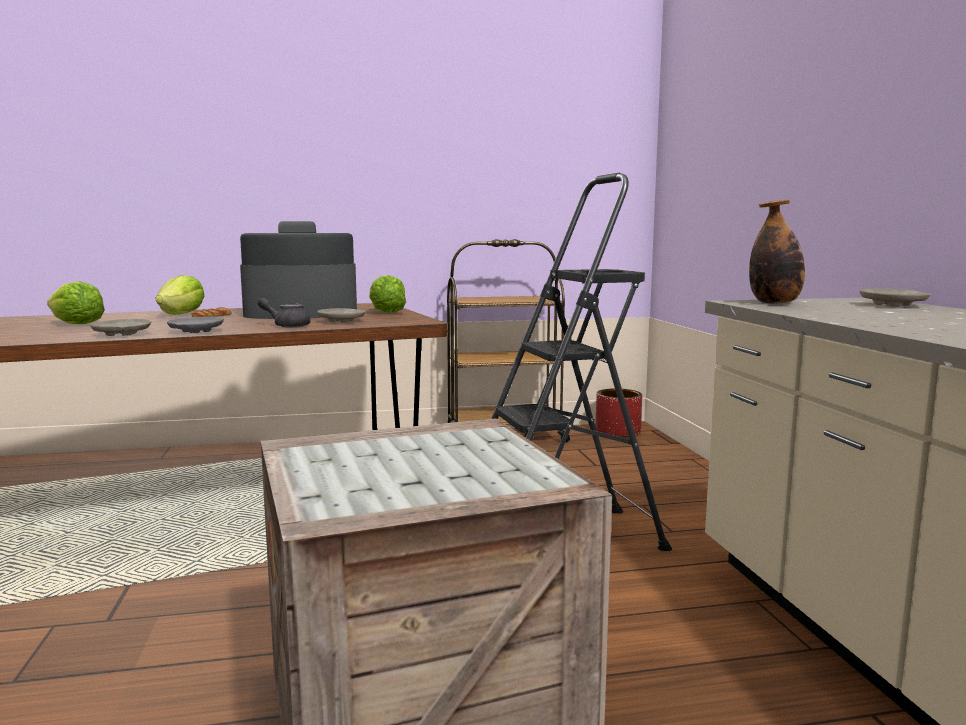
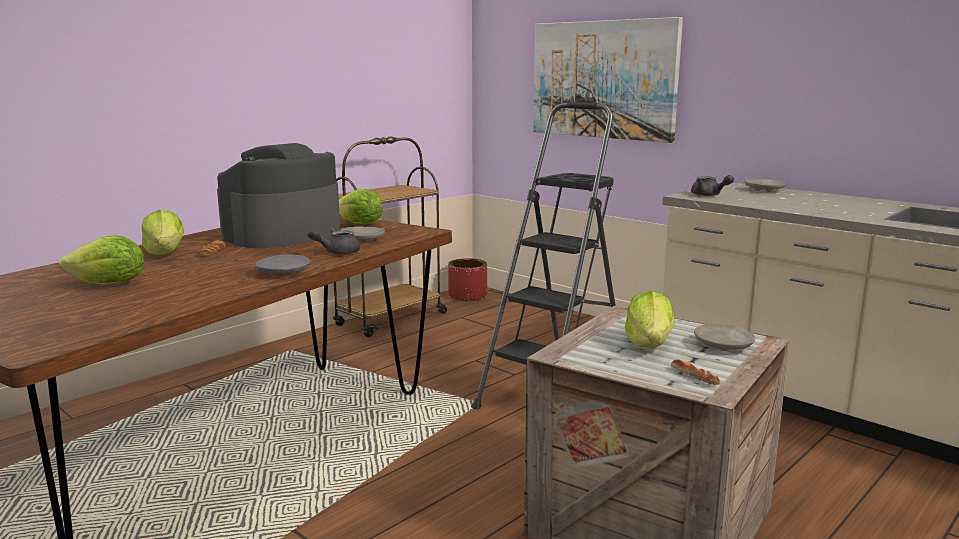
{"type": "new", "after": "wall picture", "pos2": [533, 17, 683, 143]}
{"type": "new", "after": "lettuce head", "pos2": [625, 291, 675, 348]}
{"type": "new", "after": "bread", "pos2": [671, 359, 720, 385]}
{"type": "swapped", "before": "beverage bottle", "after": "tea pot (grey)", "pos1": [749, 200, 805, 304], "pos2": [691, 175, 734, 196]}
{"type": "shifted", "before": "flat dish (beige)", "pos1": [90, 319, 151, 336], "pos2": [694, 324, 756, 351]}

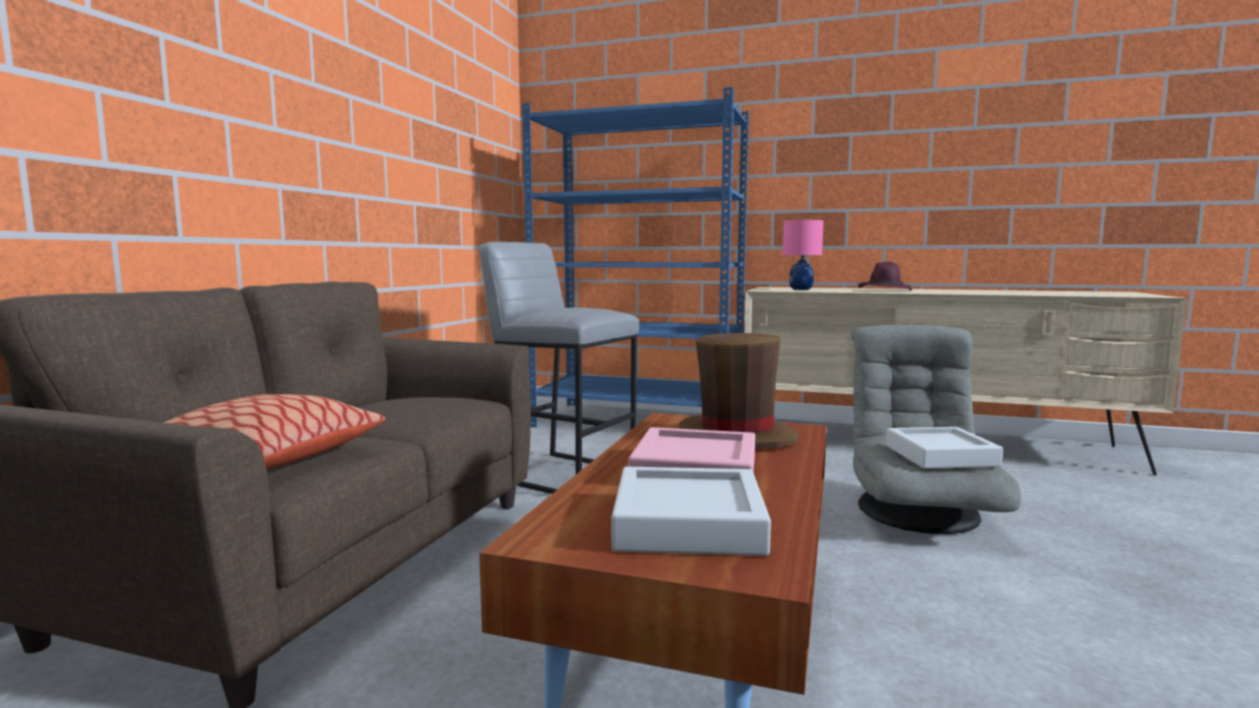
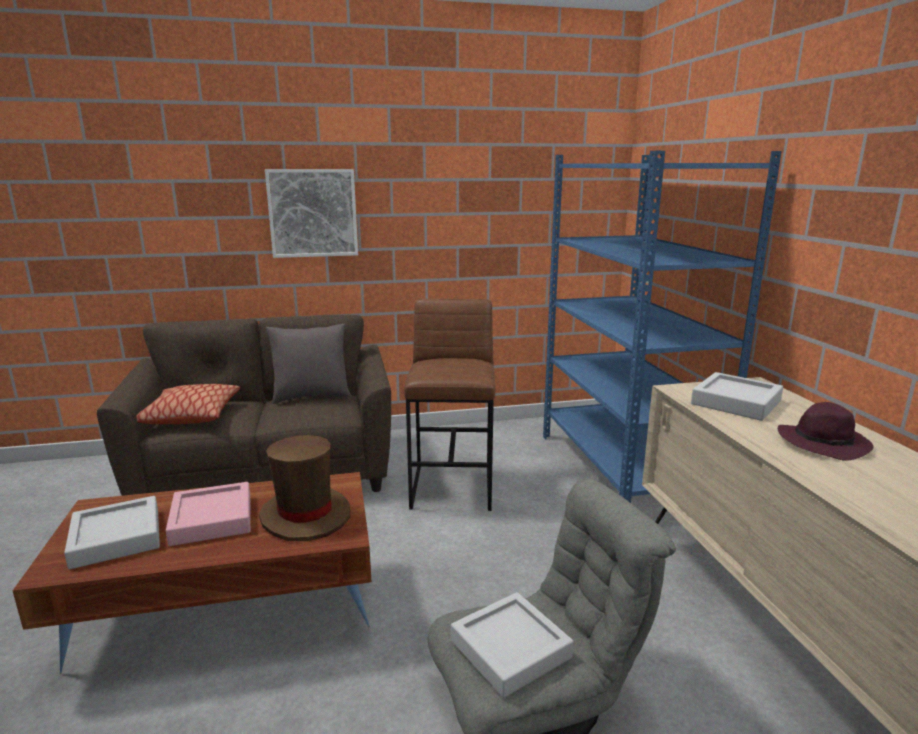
{"type": "new", "after": "wall picture", "pos2": [265, 169, 358, 258]}
{"type": "new", "after": "pillow (grey)", "pos2": [266, 324, 351, 404]}
{"type": "repainted", "before": "sitting stool (grey)", "after": "sitting stool (brownish)", "pos1": [479, 242, 639, 494], "pos2": [404, 299, 496, 511]}
{"type": "swapped", "before": "table lamp (pink)", "after": "tray (grey)", "pos1": [783, 220, 824, 290], "pos2": [691, 372, 783, 421]}

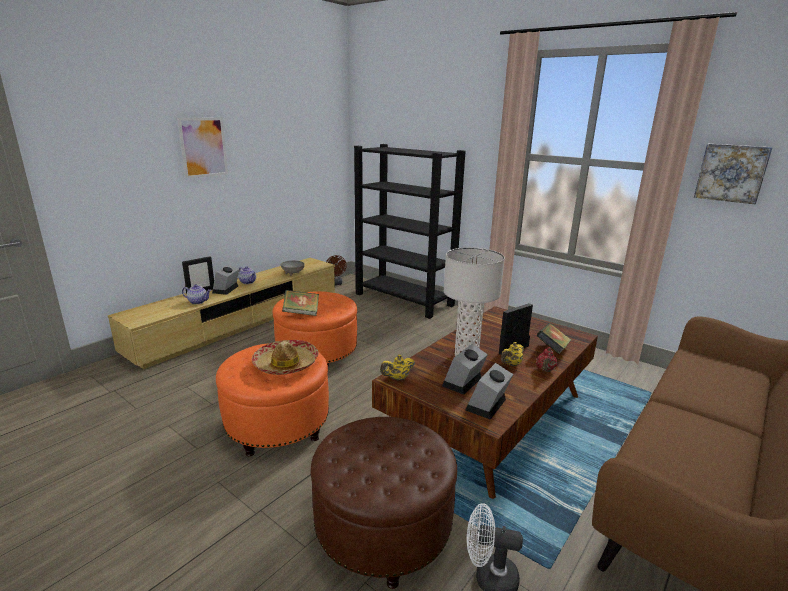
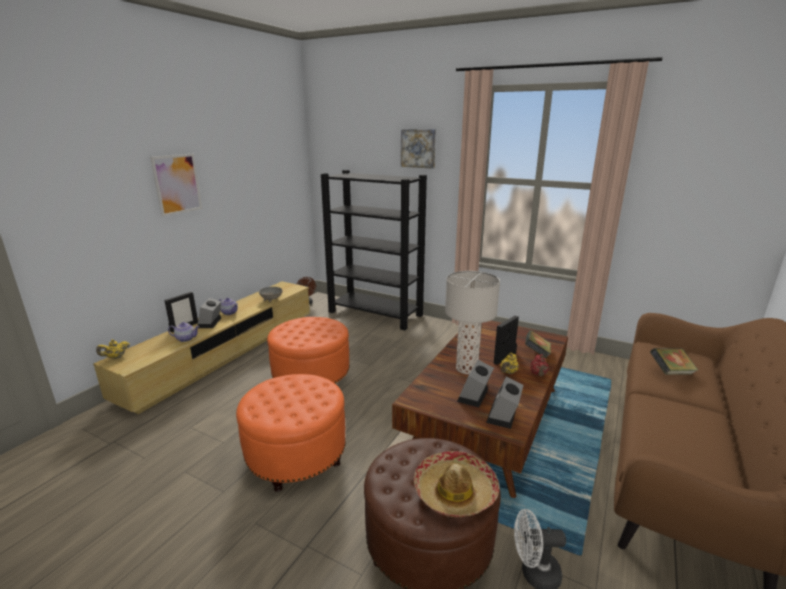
{"type": "shifted", "before": "tea pot (yellowish)", "pos1": [380, 355, 415, 380], "pos2": [96, 339, 130, 359]}
{"type": "shifted", "before": "wall picture", "pos1": [694, 144, 773, 204], "pos2": [401, 129, 436, 169]}
{"type": "shifted", "before": "clothing hat", "pos1": [252, 340, 319, 375], "pos2": [414, 451, 499, 517]}
{"type": "shifted", "before": "book", "pos1": [282, 290, 319, 316], "pos2": [650, 348, 698, 375]}

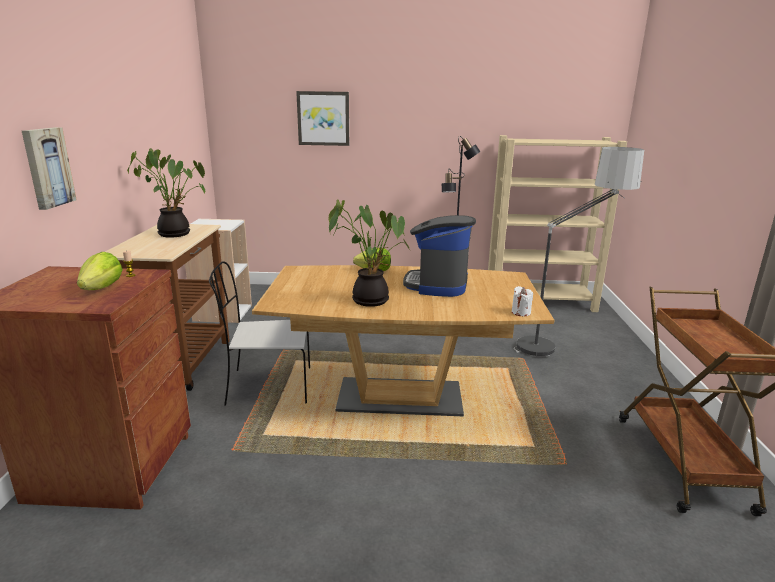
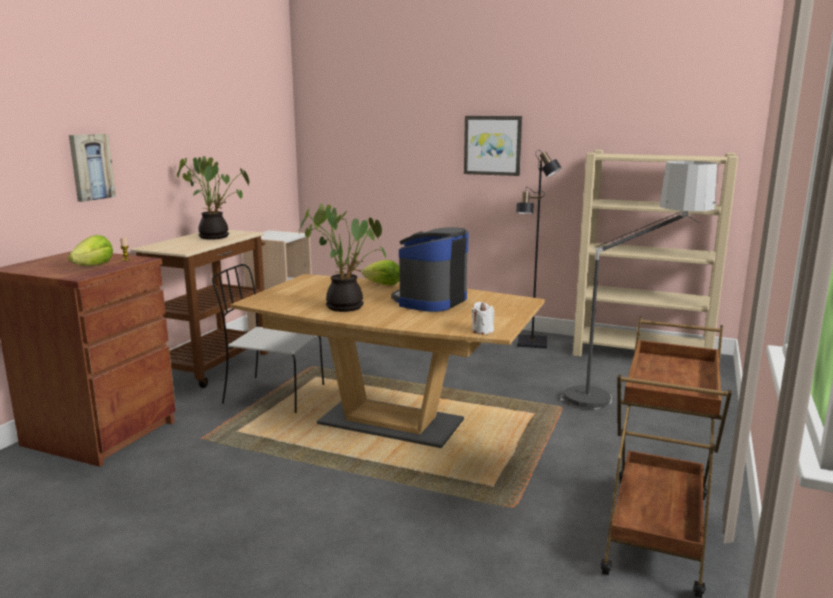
{"type": "shifted", "before": "wall picture", "pos1": [296, 91, 349, 146], "pos2": [464, 116, 522, 176]}

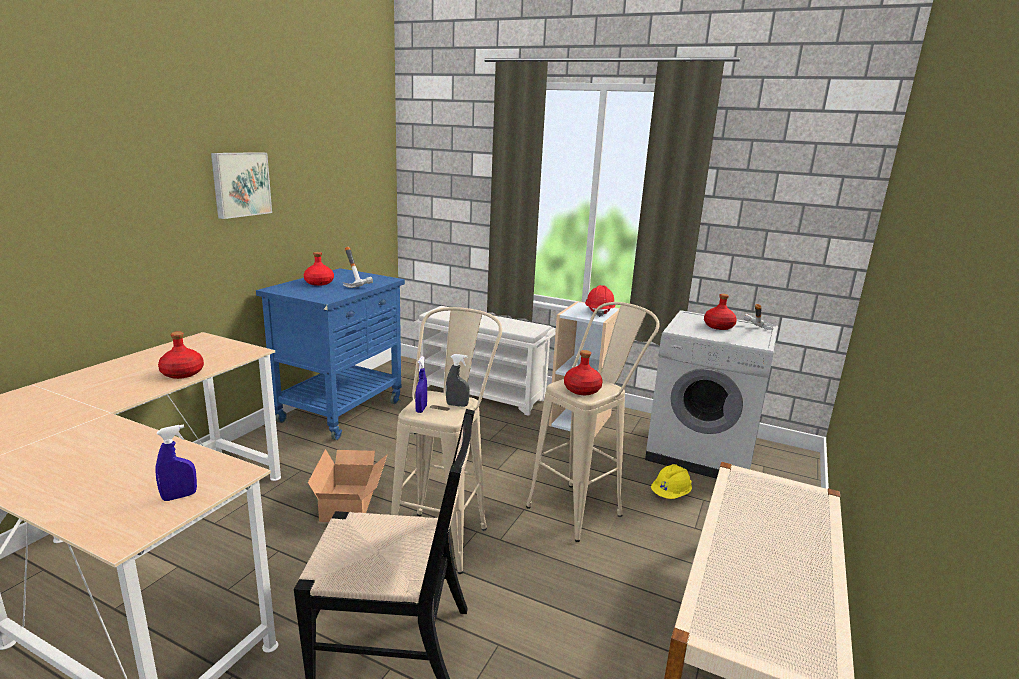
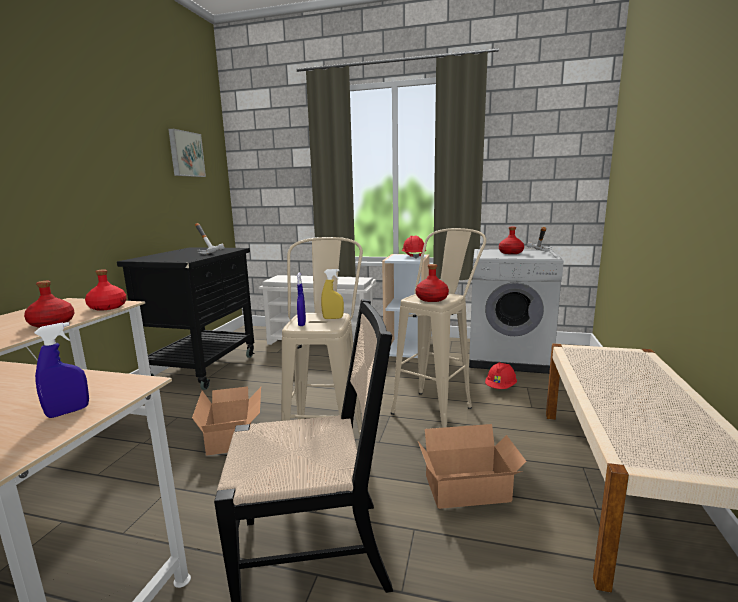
{"type": "shifted", "before": "beverage bottle (reddish)", "pos1": [304, 252, 334, 286], "pos2": [85, 269, 127, 311]}
{"type": "repainted", "before": "cart (bluish)", "after": "cart (black)", "pos1": [256, 268, 405, 440], "pos2": [117, 247, 255, 390]}
{"type": "shifted", "before": "wall picture", "pos1": [211, 152, 272, 219], "pos2": [168, 129, 206, 177]}
{"type": "repainted", "before": "spray bottle (grey)", "after": "spray bottle (yellowish)", "pos1": [446, 354, 470, 407], "pos2": [321, 269, 344, 319]}
{"type": "new", "after": "carton", "pos2": [418, 424, 527, 509]}
{"type": "repainted", "before": "work helmet (yellowish)", "after": "work helmet (reddish)", "pos1": [651, 464, 692, 499], "pos2": [485, 362, 517, 389]}

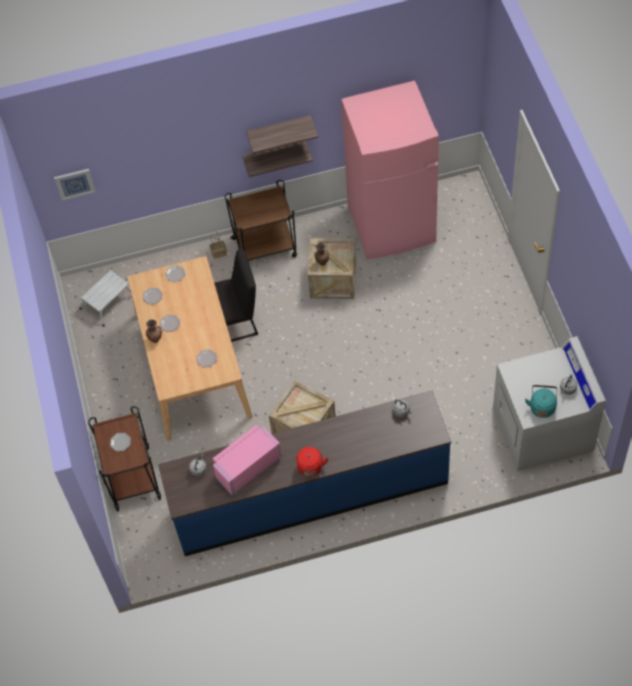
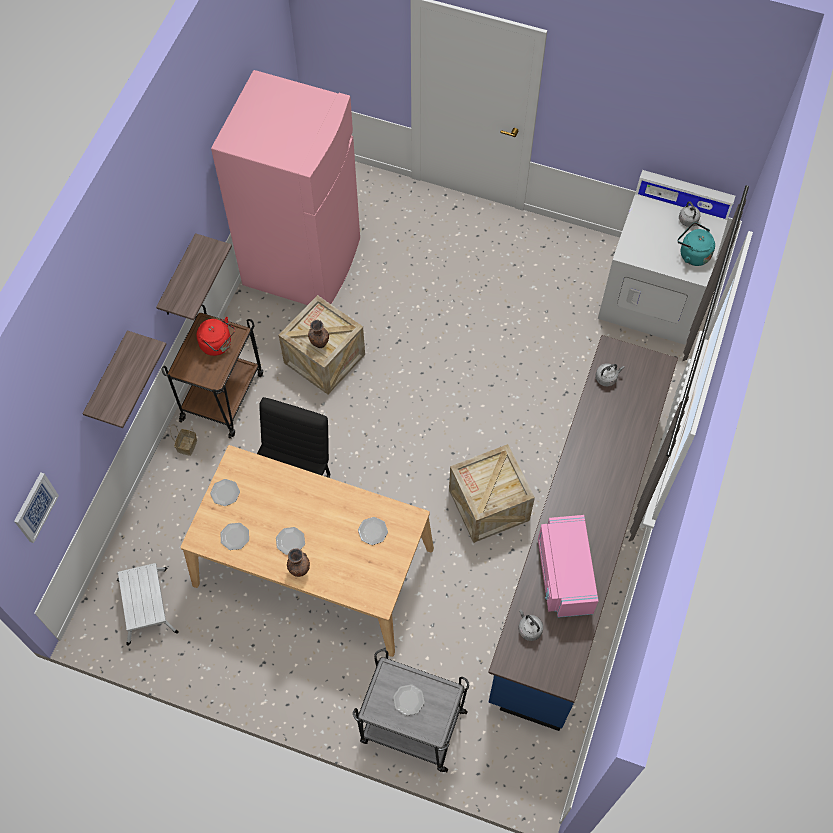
{"type": "shifted", "before": "bracket shelf", "pos1": [246, 115, 318, 154], "pos2": [82, 330, 167, 428]}
{"type": "shifted", "before": "water kettle (reddish)", "pos1": [296, 447, 329, 476], "pos2": [196, 317, 235, 356]}
{"type": "repainted", "before": "cart (brownish)", "after": "cart (grey)", "pos1": [88, 406, 161, 512], "pos2": [353, 649, 469, 772]}

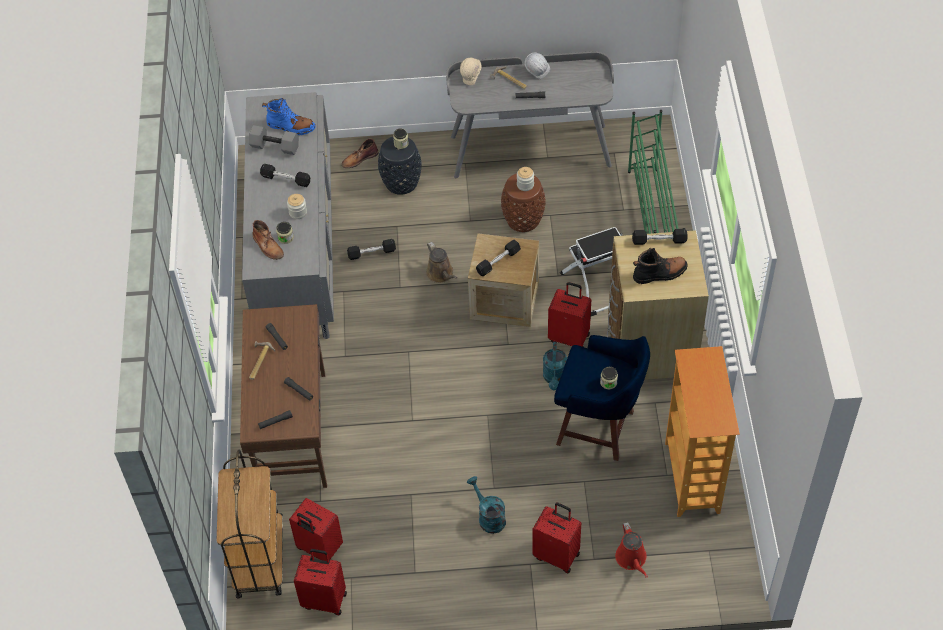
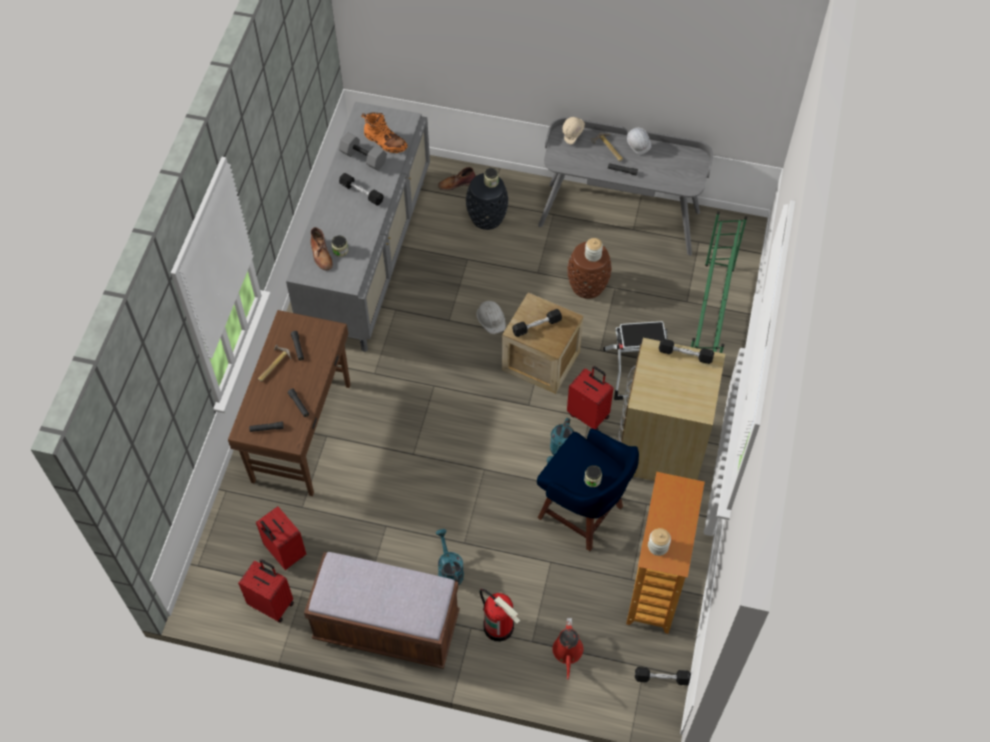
{"type": "new", "after": "indoor bench (brownish)", "pos2": [304, 552, 460, 669]}
{"type": "repainted", "before": "tall boot (bluish)", "after": "tall boot (orangey)", "pos1": [262, 98, 316, 135], "pos2": [361, 112, 408, 153]}
{"type": "swapped", "before": "sprinkling can (brownish)", "after": "work helmet (white-coloured)", "pos1": [426, 242, 457, 283], "pos2": [476, 301, 506, 334]}
{"type": "swapped", "before": "piece of luggage (reddish)", "after": "fire-fighting cylinder", "pos1": [532, 502, 581, 573], "pos2": [479, 588, 520, 642]}
{"type": "shifted", "before": "free weight (black)", "pos1": [347, 239, 396, 260], "pos2": [635, 667, 691, 685]}
{"type": "shifted", "before": "jar", "pos1": [287, 194, 307, 219], "pos2": [648, 528, 671, 556]}
{"type": "gone", "before": "cart (brownish)", "pos1": [216, 450, 283, 598]}
{"type": "gone", "before": "tall boot (black)", "pos1": [633, 248, 687, 284]}

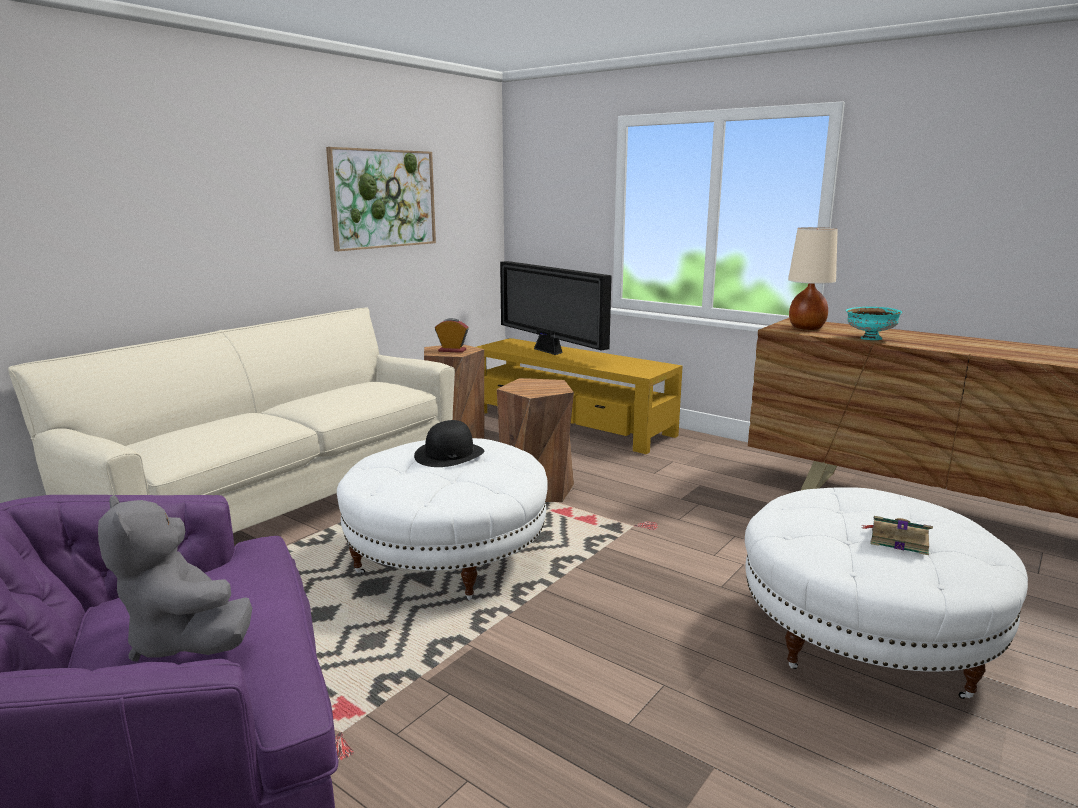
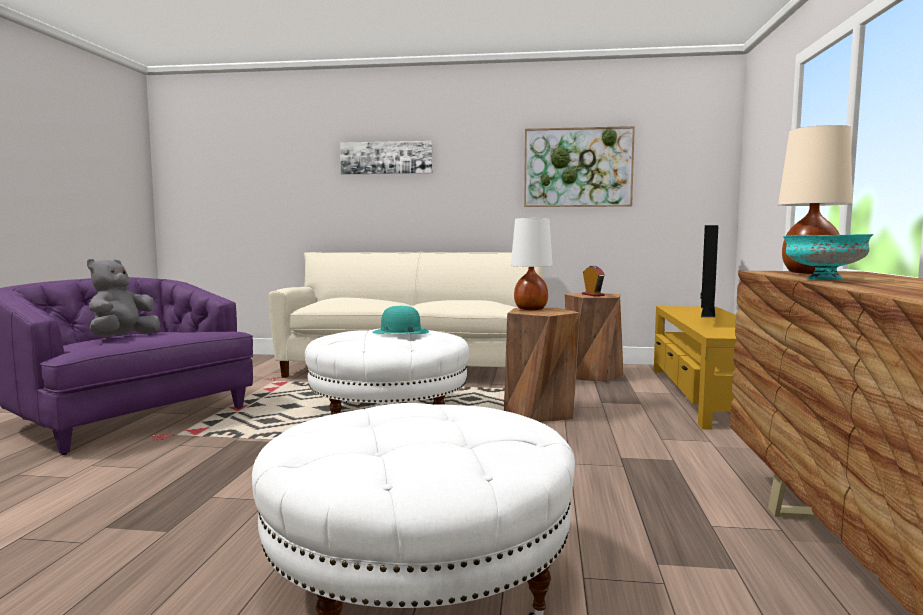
{"type": "new", "after": "wall picture", "pos2": [340, 141, 433, 174]}
{"type": "repainted", "before": "clothing hat (black)", "after": "clothing hat (blue-green)", "pos1": [414, 420, 484, 467], "pos2": [372, 306, 429, 334]}
{"type": "new", "after": "table lamp (white-coloured)", "pos2": [511, 218, 553, 310]}
{"type": "gone", "before": "book", "pos1": [862, 516, 933, 555]}

